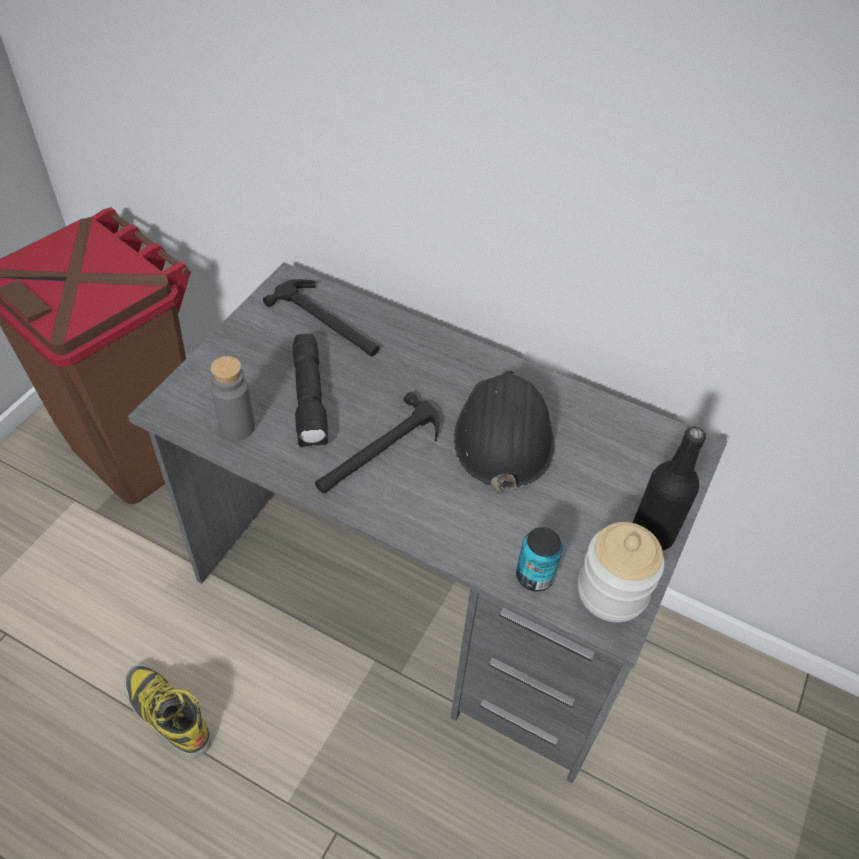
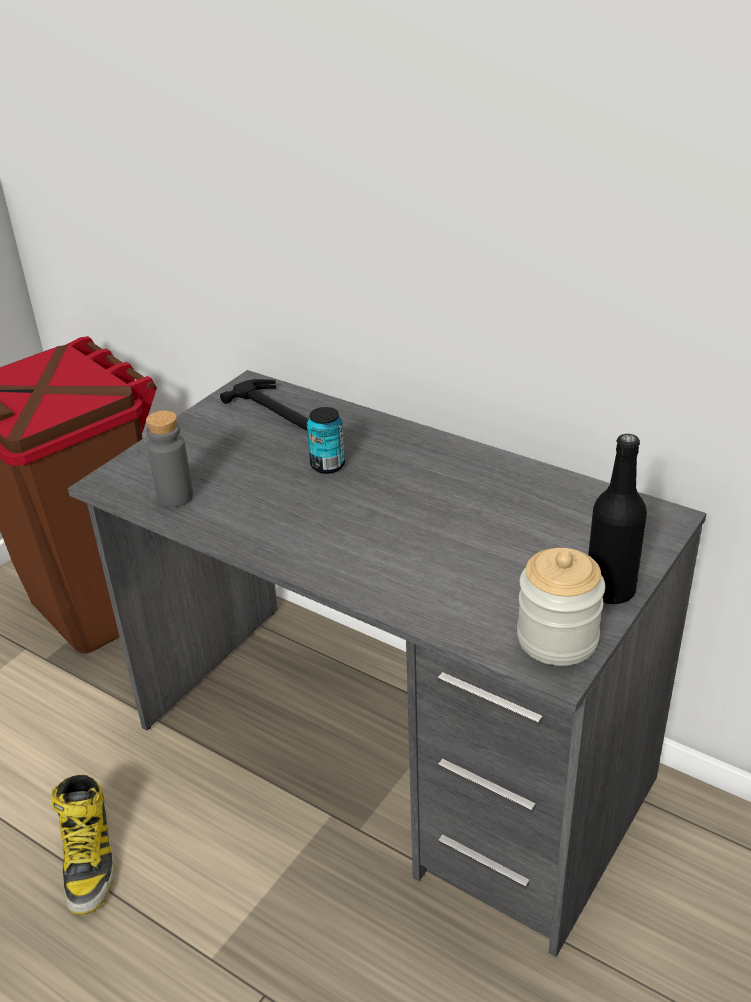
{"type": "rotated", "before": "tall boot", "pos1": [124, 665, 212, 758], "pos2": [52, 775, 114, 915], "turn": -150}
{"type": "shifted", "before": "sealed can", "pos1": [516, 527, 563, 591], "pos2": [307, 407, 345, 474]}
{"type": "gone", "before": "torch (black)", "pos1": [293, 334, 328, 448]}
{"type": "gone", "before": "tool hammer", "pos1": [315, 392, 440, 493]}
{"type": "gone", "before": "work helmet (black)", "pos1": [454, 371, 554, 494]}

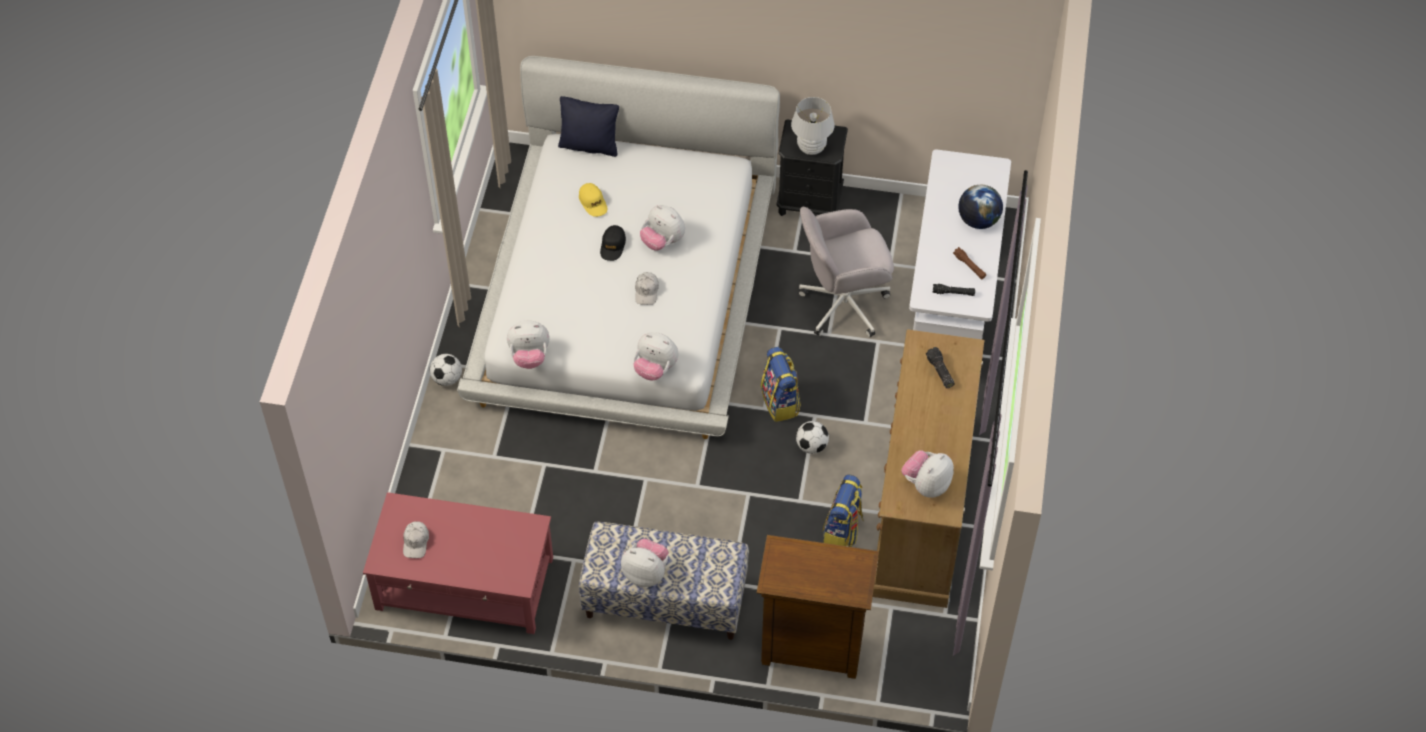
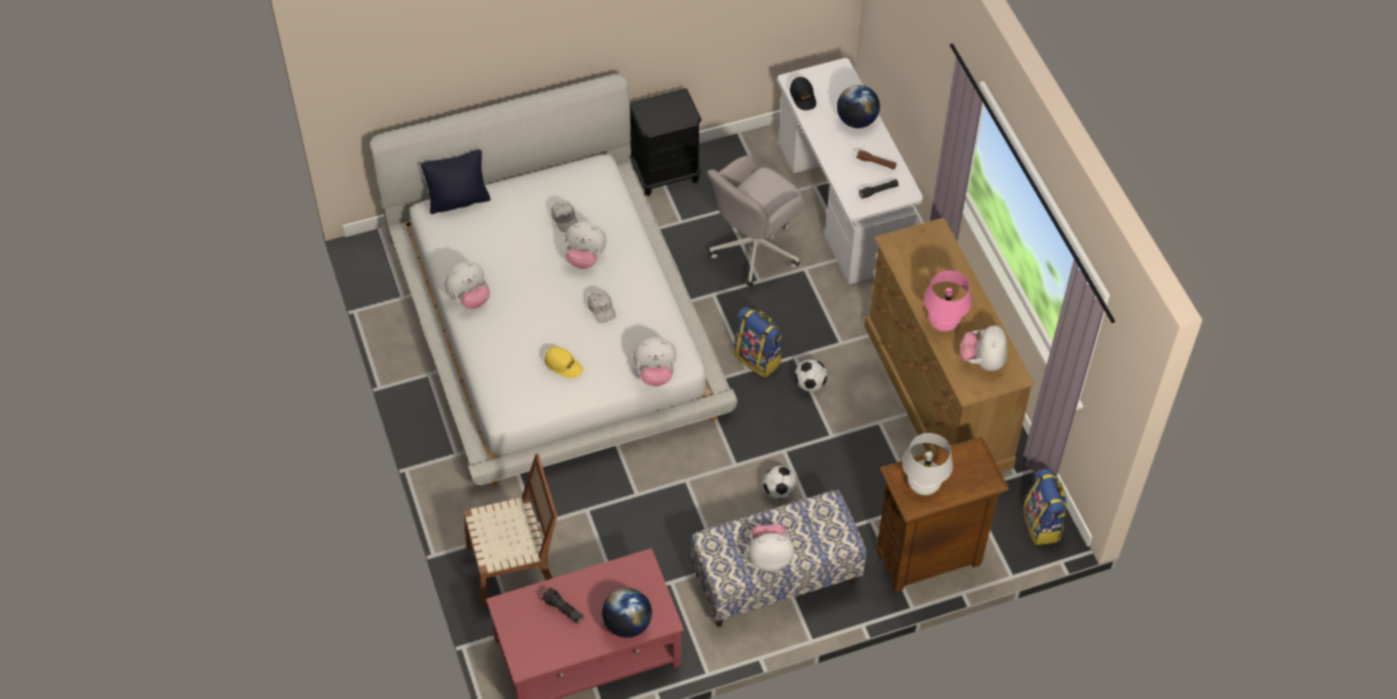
{"type": "shifted", "before": "plush toy", "pos1": [507, 321, 550, 369], "pos2": [444, 262, 490, 309]}
{"type": "new", "after": "upright chair", "pos2": [464, 453, 557, 607]}
{"type": "shifted", "before": "torch", "pos1": [926, 347, 954, 388], "pos2": [542, 588, 584, 624]}
{"type": "shifted", "before": "baseball cap (yellowish)", "pos1": [579, 183, 607, 217], "pos2": [544, 347, 583, 378]}
{"type": "shifted", "before": "baseball cap (white-coloured)", "pos1": [403, 521, 429, 558], "pos2": [551, 200, 578, 232]}
{"type": "new", "after": "globe", "pos2": [602, 588, 652, 638]}
{"type": "shifted", "before": "ball for football", "pos1": [430, 354, 462, 386], "pos2": [763, 466, 797, 499]}
{"type": "shifted", "before": "baseball cap (black)", "pos1": [600, 225, 626, 261], "pos2": [790, 77, 816, 110]}
{"type": "shifted", "before": "table lamp (white-coloured)", "pos1": [791, 97, 835, 155], "pos2": [902, 433, 953, 495]}
{"type": "new", "after": "table lamp (pink)", "pos2": [924, 270, 972, 332]}
{"type": "shifted", "before": "knapsack", "pos1": [823, 474, 864, 547], "pos2": [1024, 469, 1067, 545]}

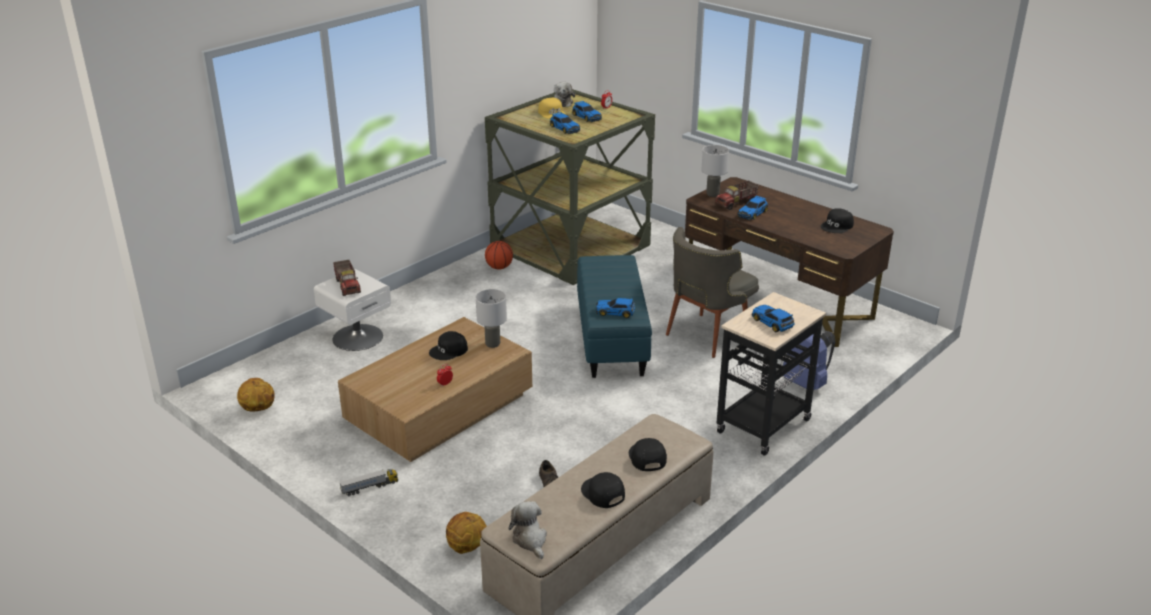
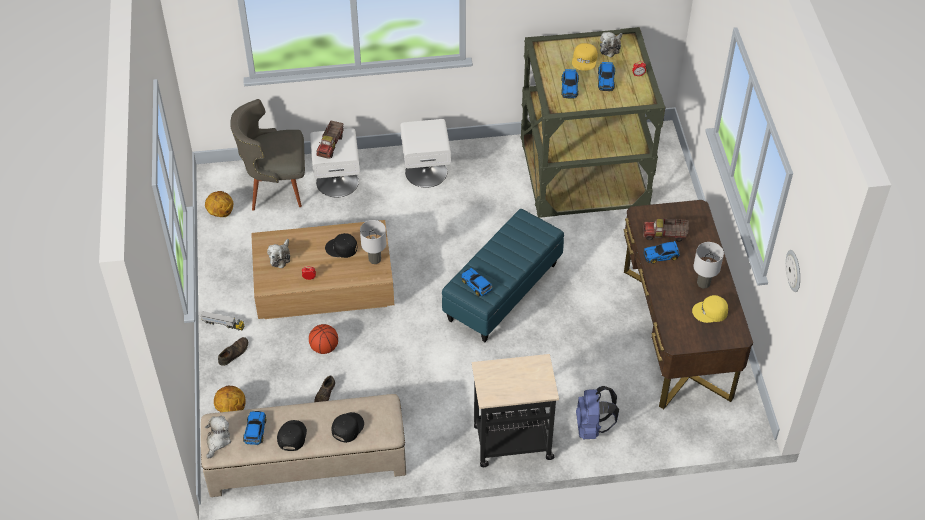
{"type": "new", "after": "low shoe (brownish)", "pos2": [218, 337, 248, 366]}
{"type": "shifted", "before": "upright chair (grey)", "pos1": [666, 227, 759, 358], "pos2": [230, 99, 305, 211]}
{"type": "shifted", "before": "miniature car", "pos1": [752, 305, 795, 332], "pos2": [243, 411, 266, 445]}
{"type": "new", "after": "plush toy", "pos2": [267, 239, 290, 268]}
{"type": "shifted", "before": "basketball ball", "pos1": [485, 241, 513, 270], "pos2": [309, 324, 338, 354]}
{"type": "new", "after": "nightstand (white-coloured)", "pos2": [400, 119, 451, 188]}
{"type": "repainted", "before": "baseball cap (black)", "after": "baseball cap (yellowish)", "pos1": [821, 208, 854, 233], "pos2": [692, 295, 728, 323]}
{"type": "shifted", "before": "table lamp (white-coloured)", "pos1": [701, 145, 729, 197], "pos2": [694, 242, 724, 289]}
{"type": "new", "after": "hanging clock", "pos2": [786, 250, 800, 292]}

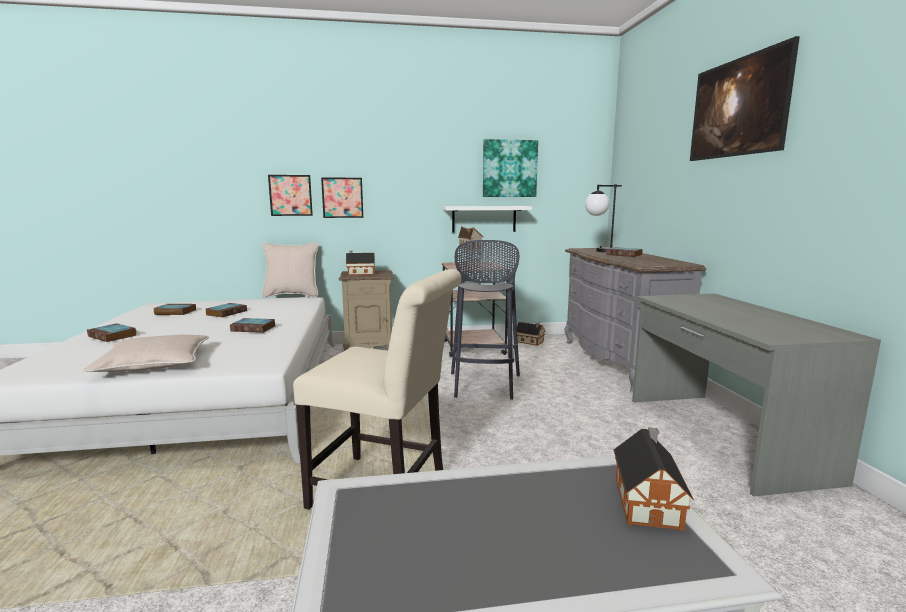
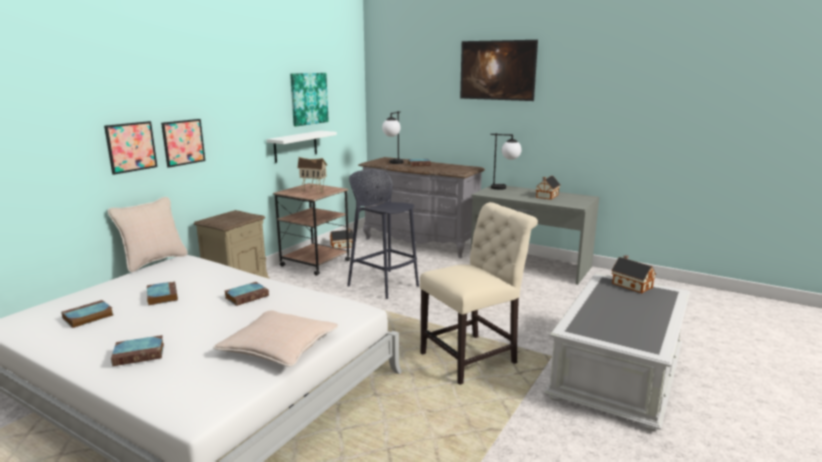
{"type": "new", "after": "table lamp", "pos2": [490, 133, 522, 190]}
{"type": "shifted", "before": "model house", "pos1": [346, 251, 375, 275], "pos2": [535, 176, 560, 200]}

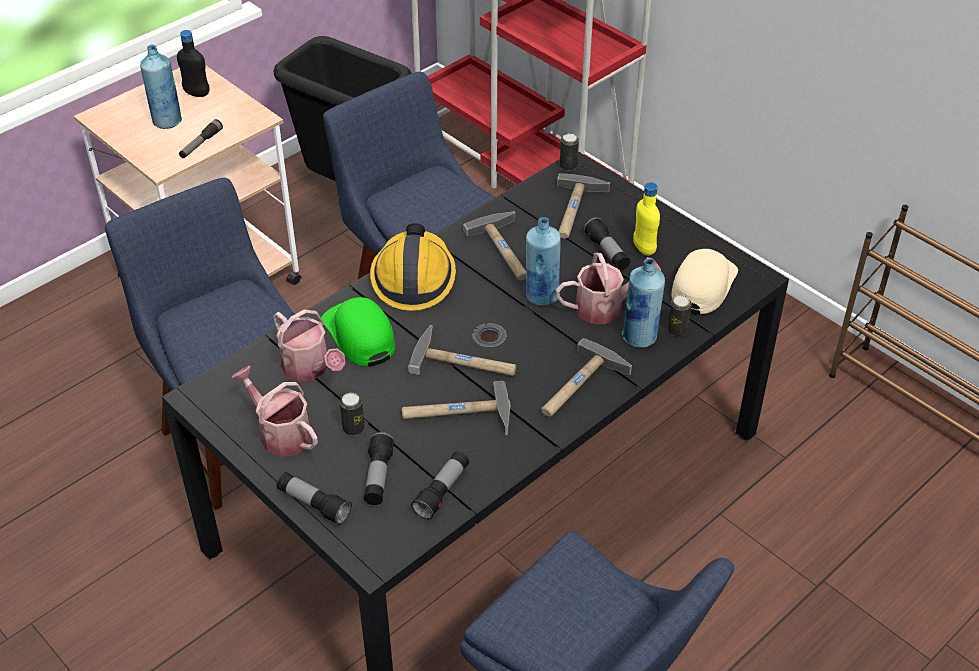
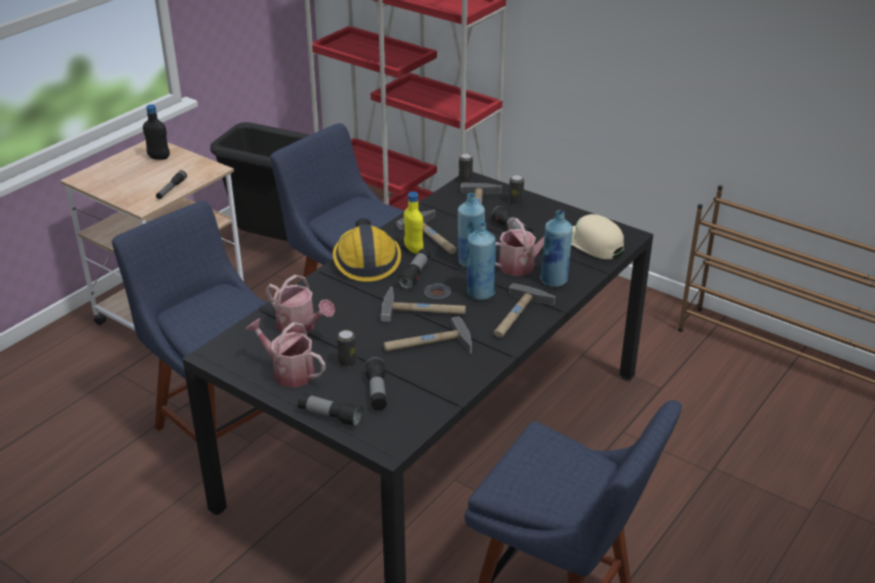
{"type": "shifted", "before": "torch", "pos1": [411, 451, 469, 520], "pos2": [397, 249, 430, 290]}
{"type": "shifted", "before": "beverage bottle (yellowish)", "pos1": [633, 182, 660, 256], "pos2": [404, 192, 424, 254]}
{"type": "shifted", "before": "beverage bottle (bluish)", "pos1": [140, 45, 182, 129], "pos2": [467, 221, 496, 300]}
{"type": "shifted", "before": "sealed can", "pos1": [667, 295, 692, 336], "pos2": [509, 175, 524, 205]}
{"type": "rotated", "before": "baseball cap (beige)", "pos1": [672, 249, 738, 315], "pos2": [571, 214, 624, 259], "turn": -60}
{"type": "gone", "before": "baseball cap (green)", "pos1": [321, 297, 395, 366]}

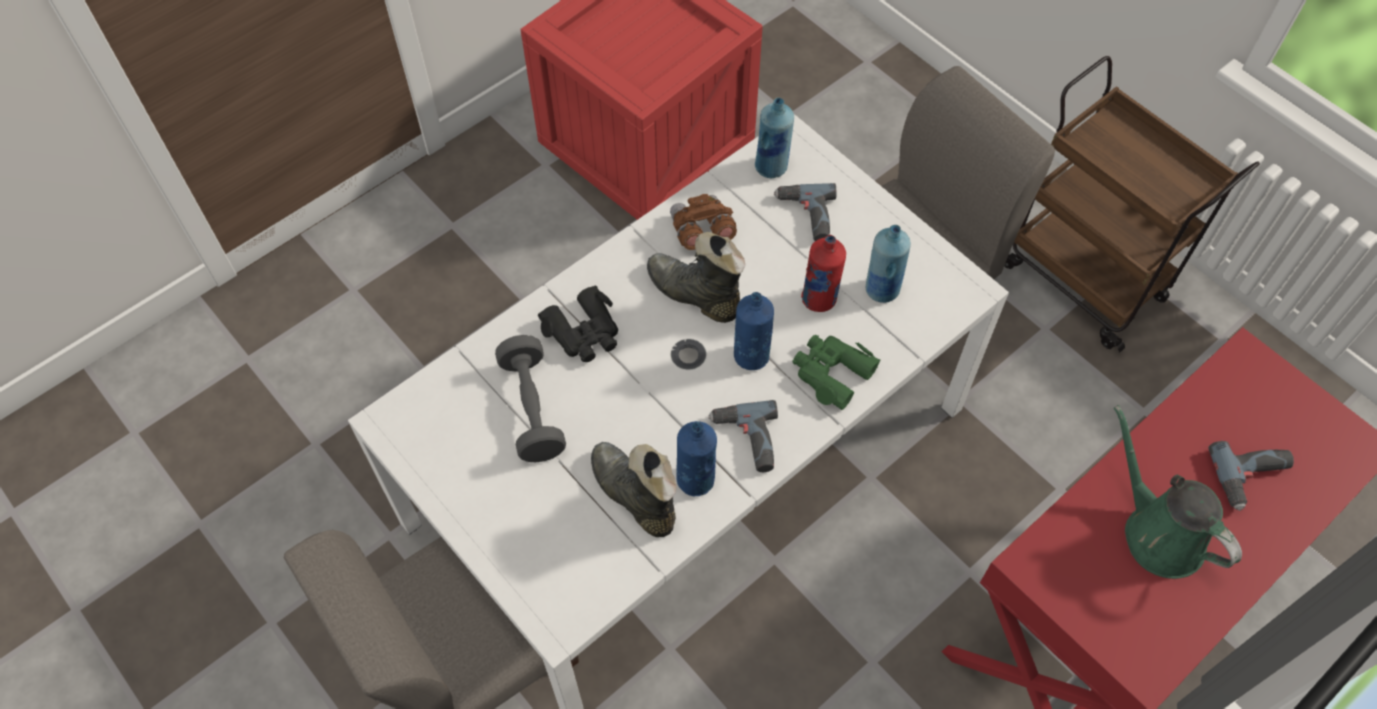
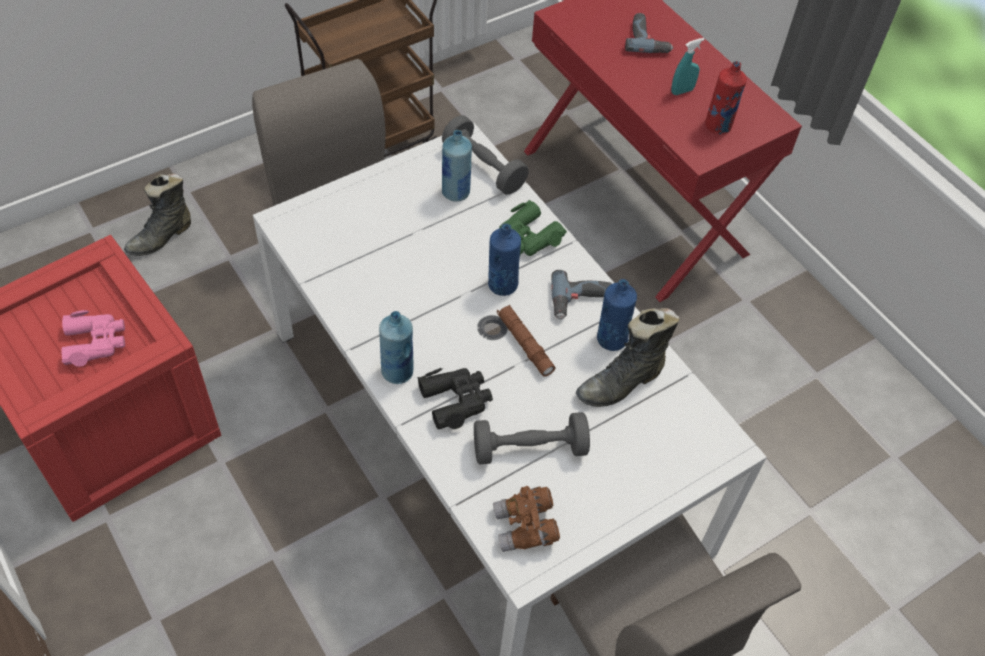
{"type": "new", "after": "field glasses (pink)", "pos2": [62, 310, 125, 367]}
{"type": "shifted", "before": "tall boot (black)", "pos1": [647, 232, 745, 323], "pos2": [124, 173, 191, 256]}
{"type": "shifted", "before": "beverage bottle (bluish)", "pos1": [755, 98, 794, 178], "pos2": [379, 311, 414, 384]}
{"type": "new", "after": "free weight (grey)", "pos2": [442, 115, 529, 195]}
{"type": "shifted", "before": "field glasses (brownish)", "pos1": [670, 194, 737, 250], "pos2": [493, 486, 560, 552]}
{"type": "new", "after": "torch (brownish)", "pos2": [497, 305, 555, 377]}
{"type": "swapped", "before": "sprinkling can (green)", "after": "spray bottle (blue-green)", "pos1": [1114, 405, 1242, 579], "pos2": [671, 38, 705, 95]}
{"type": "shifted", "before": "beverage bottle (reddish)", "pos1": [801, 235, 846, 312], "pos2": [705, 61, 747, 134]}
{"type": "gone", "before": "drill", "pos1": [774, 183, 837, 241]}

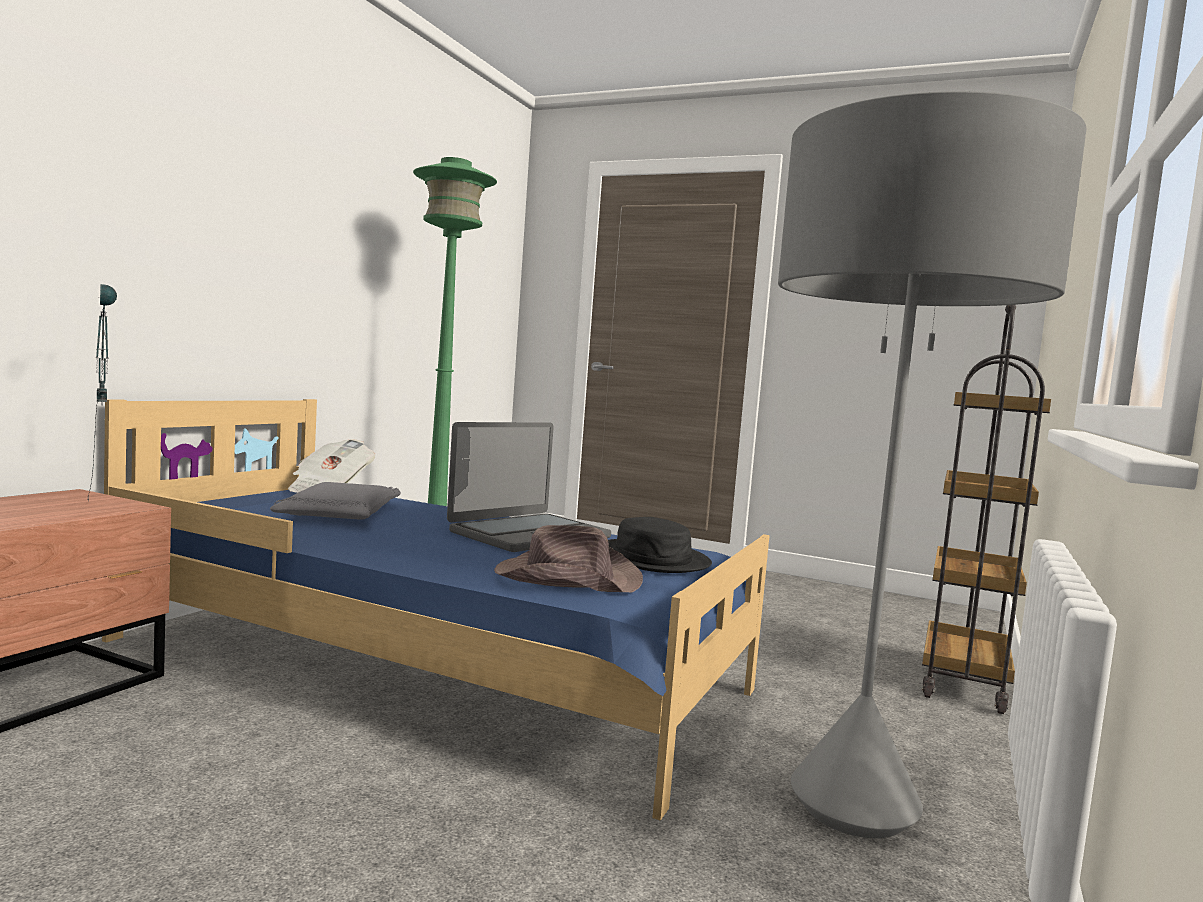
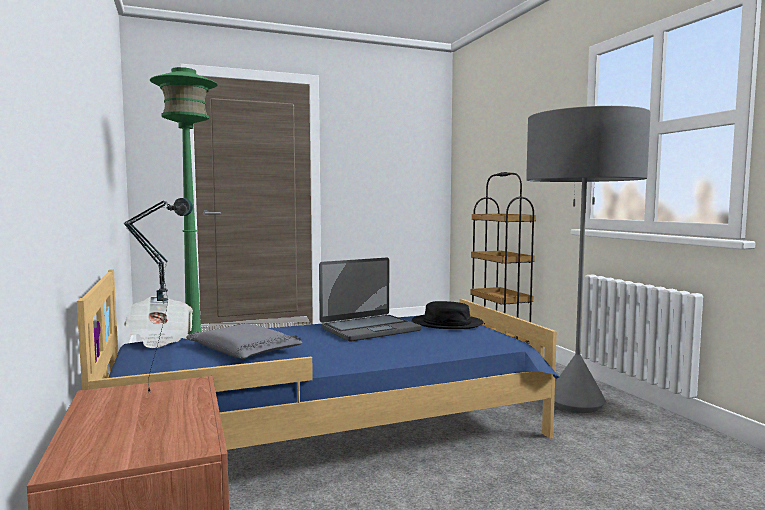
{"type": "rotated", "before": "laptop", "pos1": [447, 422, 611, 552], "pos2": [319, 257, 422, 341], "turn": 60}
{"type": "gone", "before": "clothing hat (brownish)", "pos1": [494, 525, 643, 592]}

